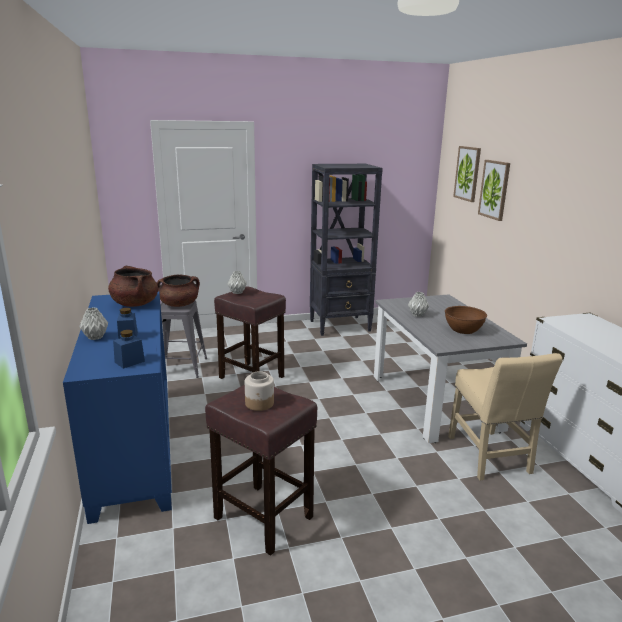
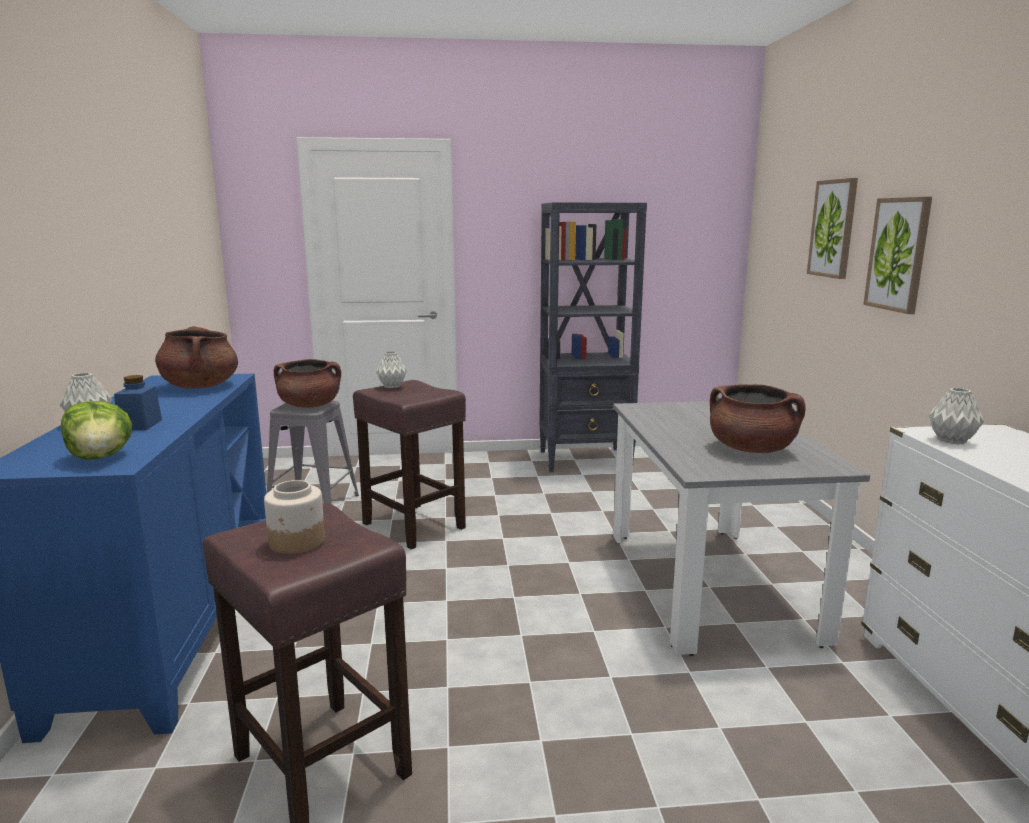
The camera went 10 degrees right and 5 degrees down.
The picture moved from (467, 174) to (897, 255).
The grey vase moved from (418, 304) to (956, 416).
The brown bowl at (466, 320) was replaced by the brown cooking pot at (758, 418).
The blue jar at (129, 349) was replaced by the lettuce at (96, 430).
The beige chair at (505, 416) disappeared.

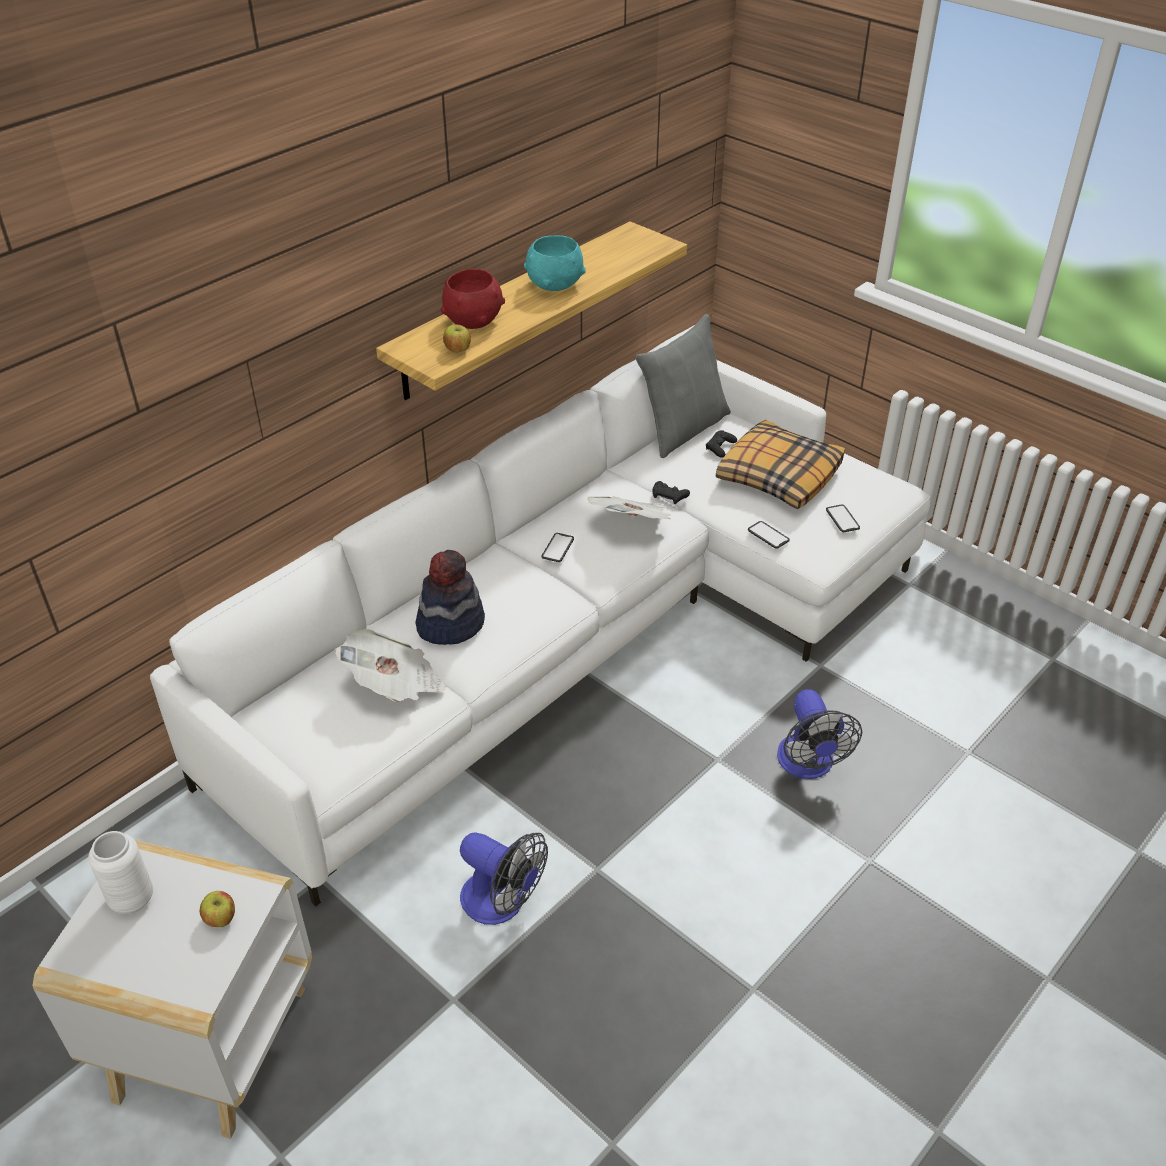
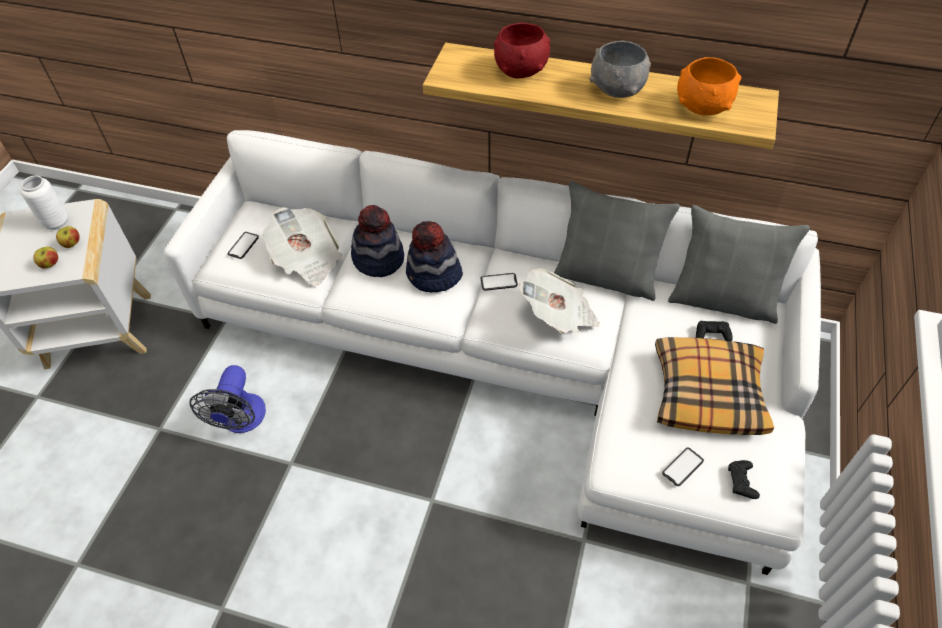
The camera went 65 degrees right and 10 degrees up.
The turquoise bowl at (555, 263) became the grey bowl at (620, 69).
The apple moved from (457, 339) to (68, 237).
The black game controller moved from (671, 492) to (744, 479).
The phone moved from (769, 535) to (243, 245).
The fan at (819, 734) disappeared.
The orange bowl at (709, 86) appeared.
The grey pillow at (617, 241) appeared.
The hat at (434, 256) appeared.

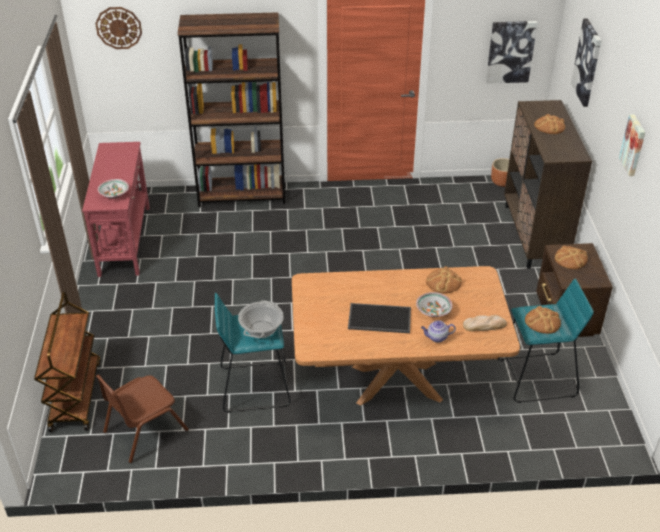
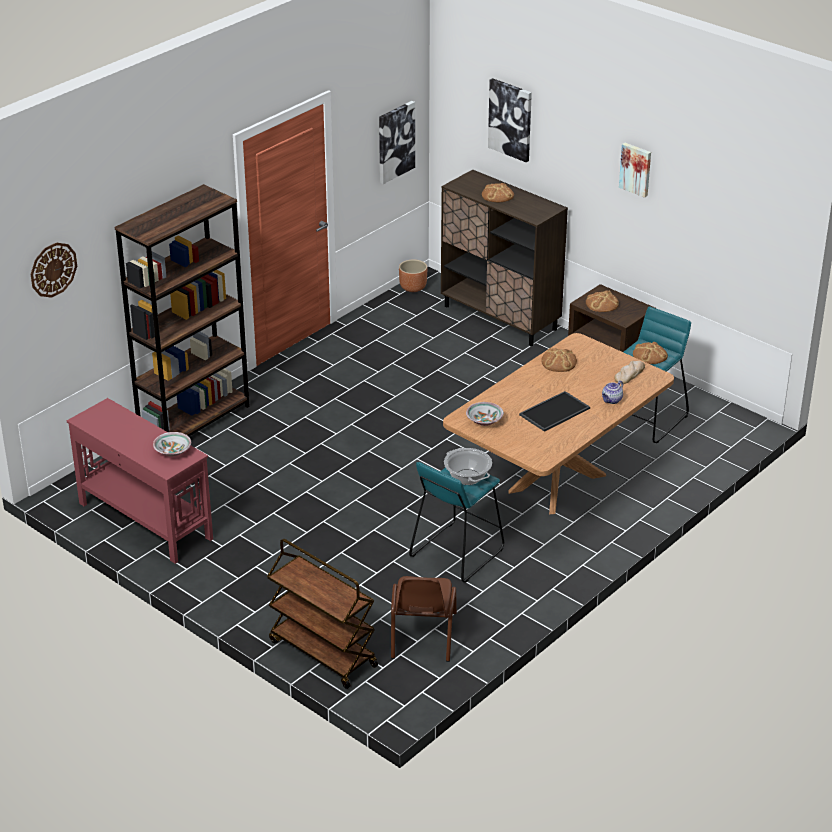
The camera went 45 degrees left and 5 degrees down.
The bowl moved from (434, 304) to (485, 414).

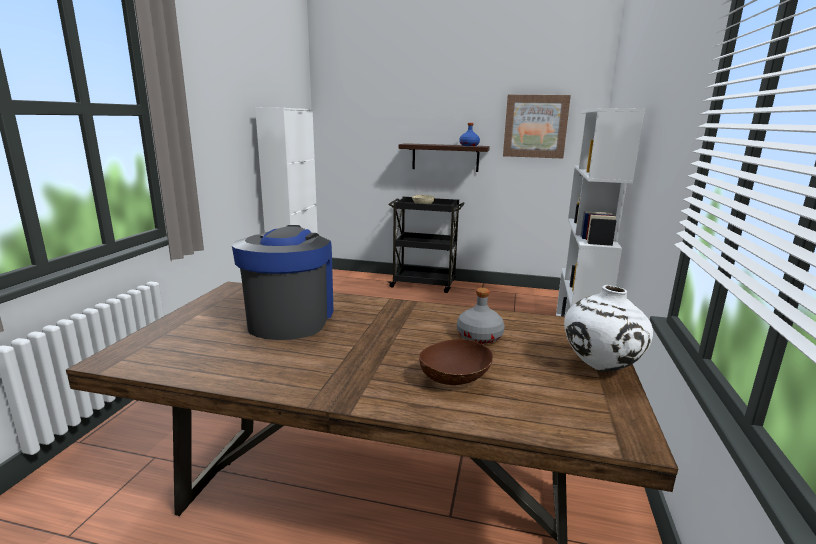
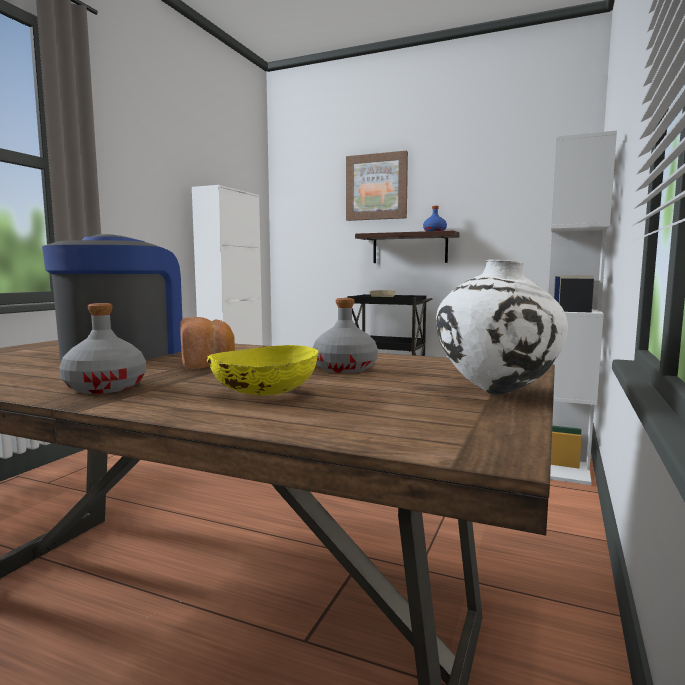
The camera went 10 degrees right and 10 degrees down.
The picture moved from (537, 127) to (377, 186).
The brown bowl at (456, 362) became the yellow bowl at (262, 370).
The grey bottle at (102, 348) appeared.
The bread at (207, 343) appeared.

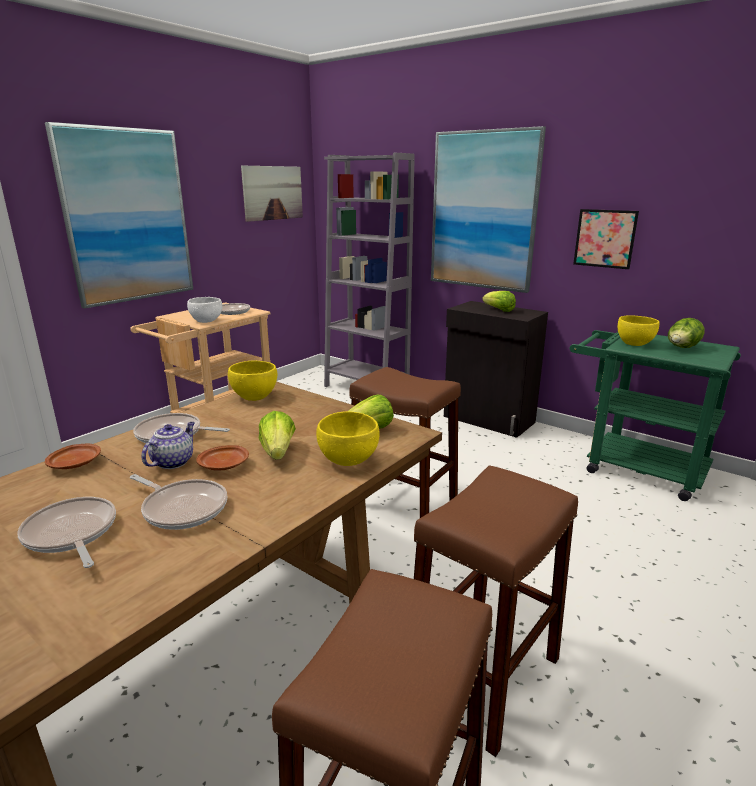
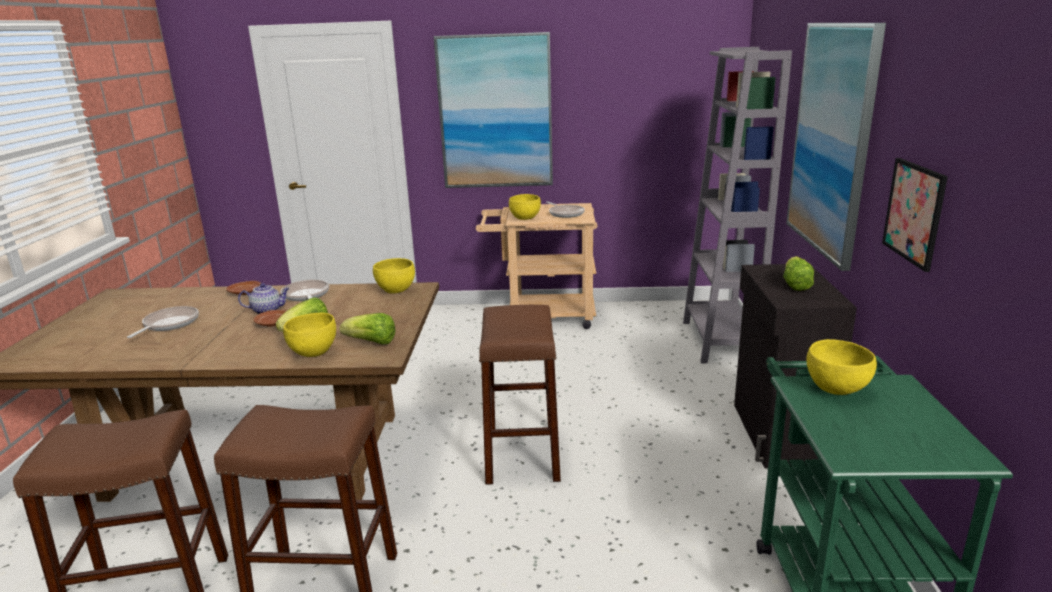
The camera went 55 degrees right and 0 degrees up.
The picture at (272, 193) disappeared.
The white bowl at (204, 310) became the yellow bowl at (525, 207).
The lettuce at (686, 333) disappeared.
The frying pan at (178, 502) disappeared.

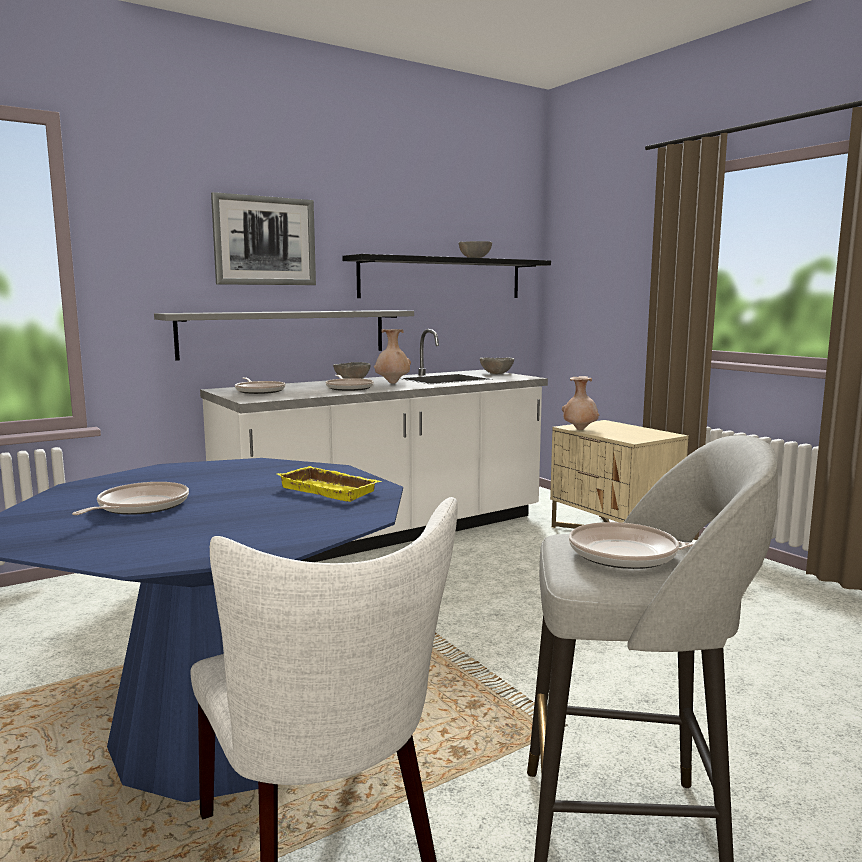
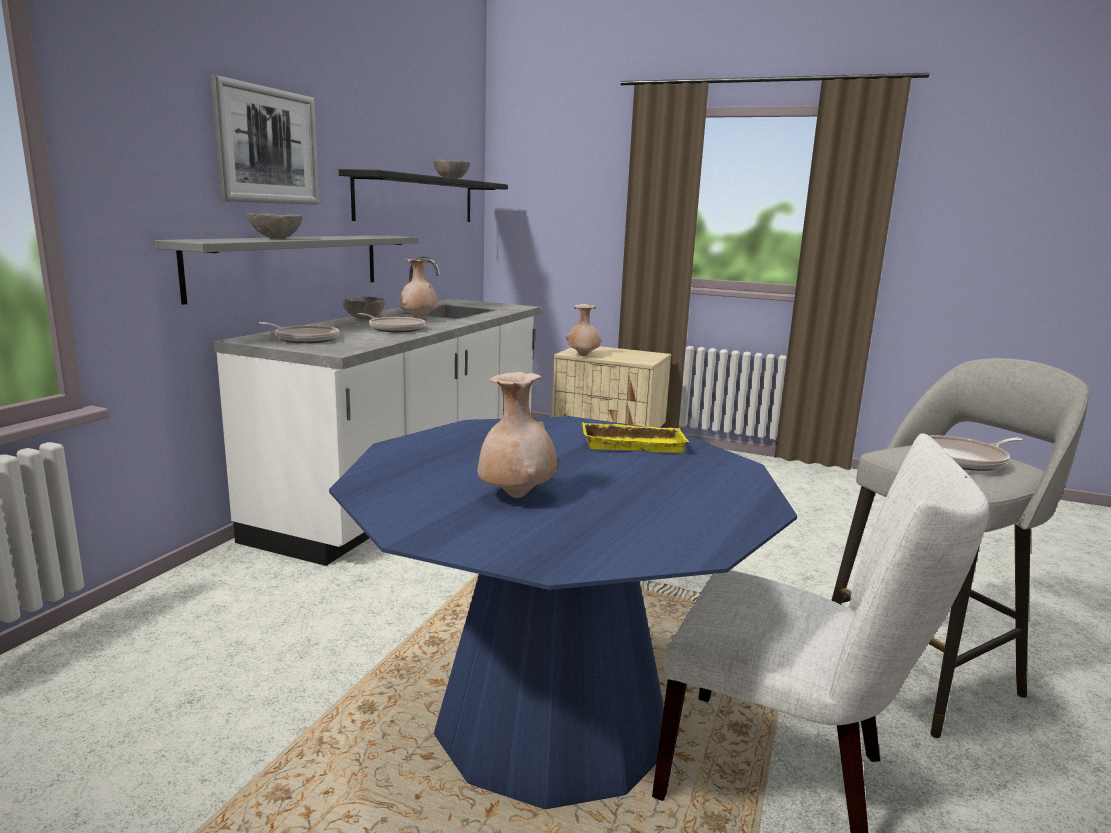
The camera went 35 degrees left and 5 degrees up.
The grey bowl moved from (497, 365) to (274, 225).
The frying pan at (130, 498) was replaced by the beige vase at (517, 435).

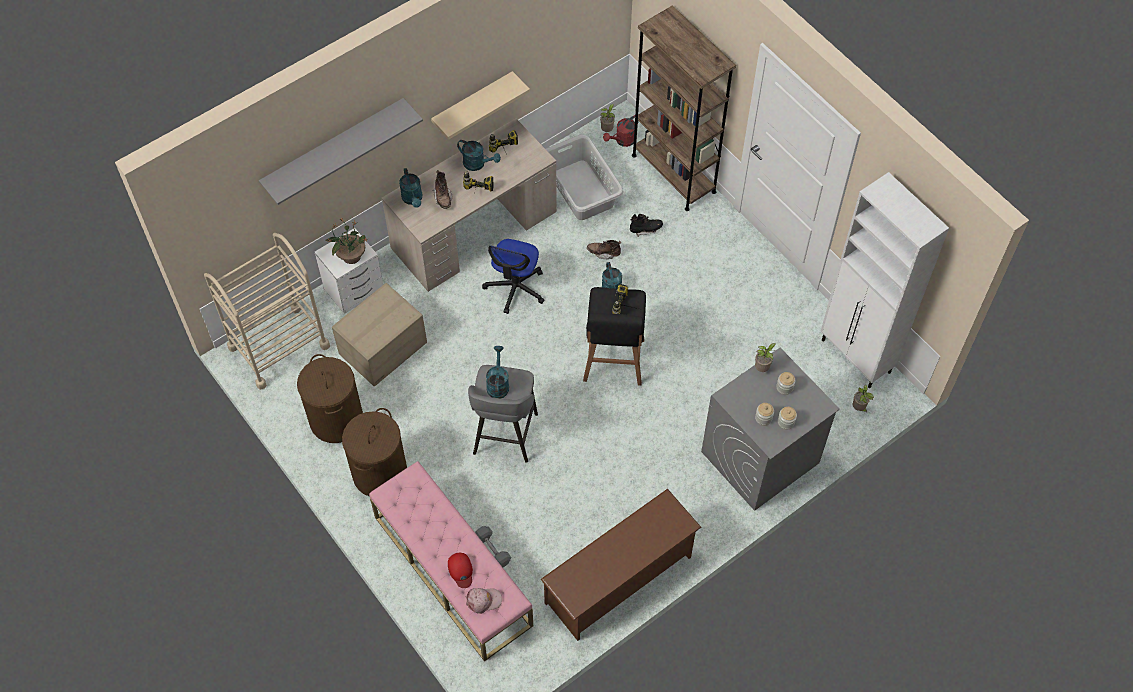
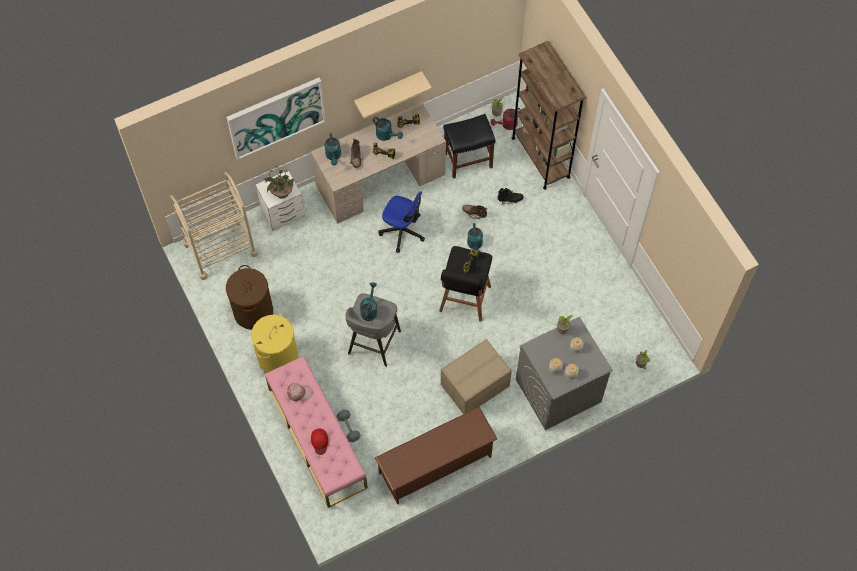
The camera went 10 degrees right and 5 degrees up.
The grey shelf at (341, 151) was replaced by the picture at (276, 119).
The grey laundry basket at (584, 177) was replaced by the black stool at (469, 146).
The white cabinet at (885, 280) disappeared.
The office chair at (513, 276) turned 90 degrees counterclockwise.
The cardboard box moved from (379, 335) to (476, 376).
The brown laundry basket at (374, 452) became the yellow laundry basket at (274, 343).
The pink cap moved from (484, 601) to (299, 392).

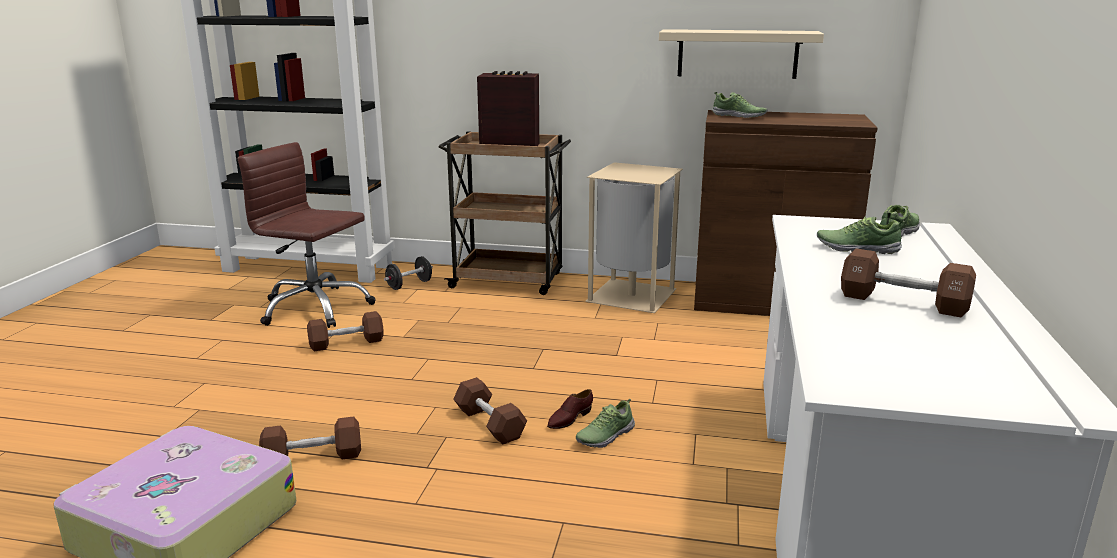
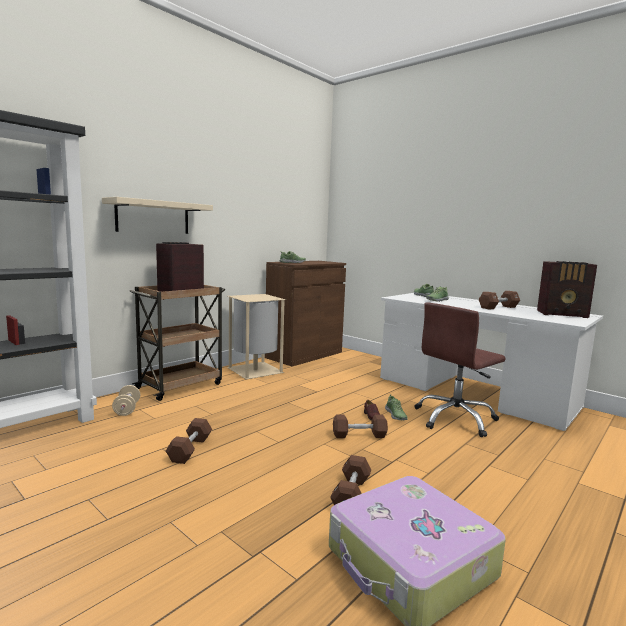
The camera went 60 degrees left and 10 degrees down.
The beige shelf moved from (741, 54) to (157, 215).
The brown office chair moved from (306, 235) to (460, 369).
The black dumbbell at (408, 273) became the beige dumbbell at (126, 400).
The radio at (567, 289) appeared.

